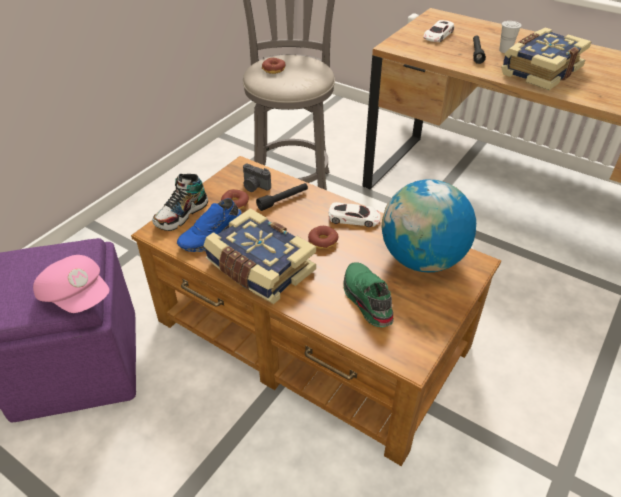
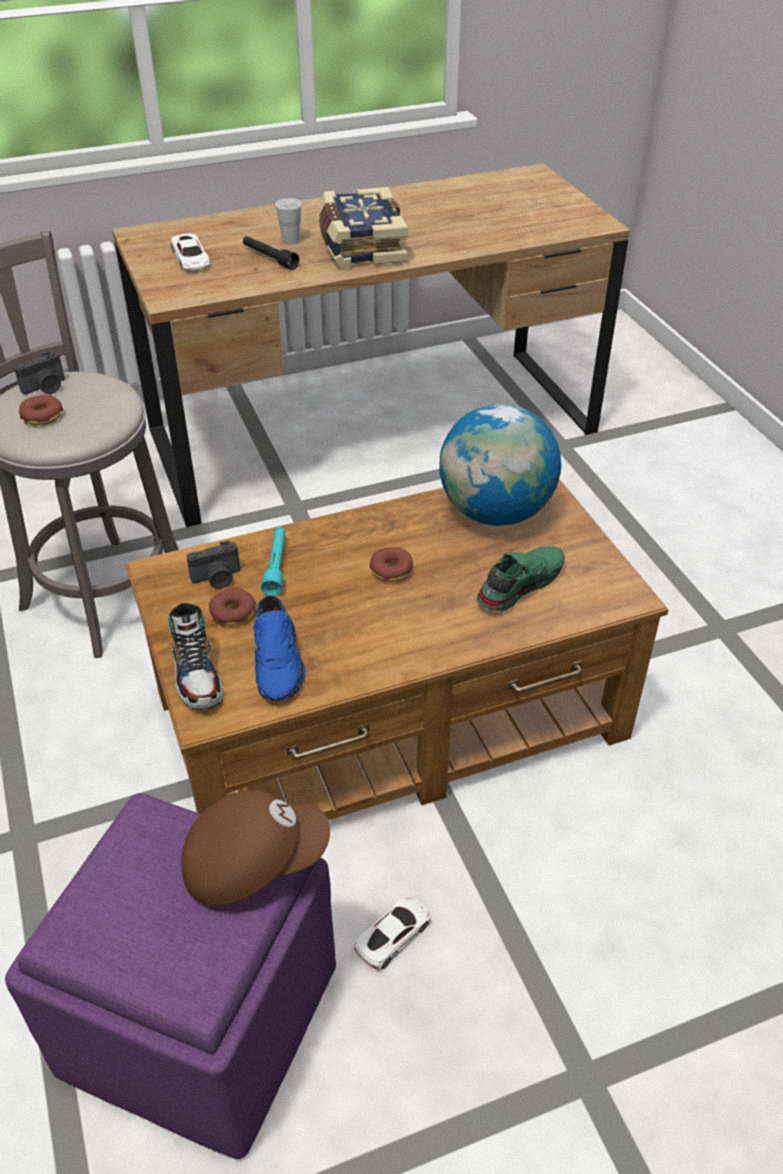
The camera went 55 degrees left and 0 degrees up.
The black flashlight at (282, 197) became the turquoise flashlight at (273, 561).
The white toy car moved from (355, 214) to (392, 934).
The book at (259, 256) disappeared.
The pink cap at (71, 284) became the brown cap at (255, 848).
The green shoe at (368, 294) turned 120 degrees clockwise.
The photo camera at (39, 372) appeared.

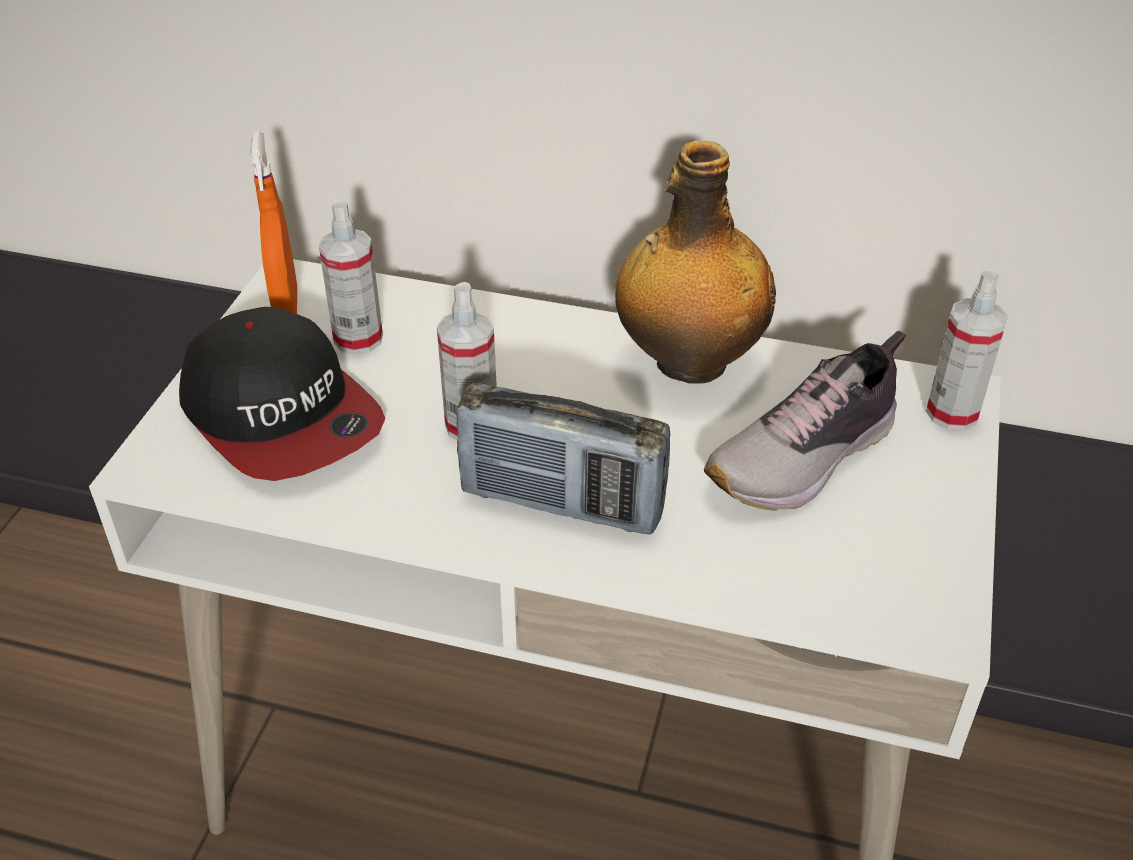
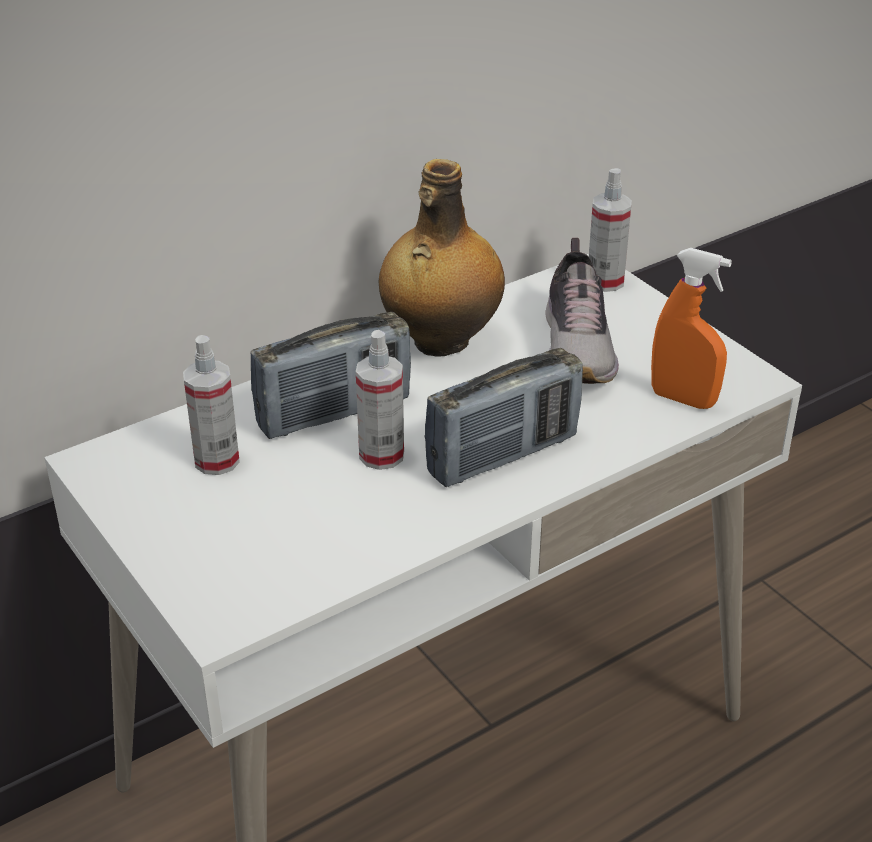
The camera went 50 degrees left and 5 degrees down.
The orange spray bottle moved from (273, 222) to (691, 328).
The cap at (282, 394) disappeared.
The radio at (331, 375) appeared.

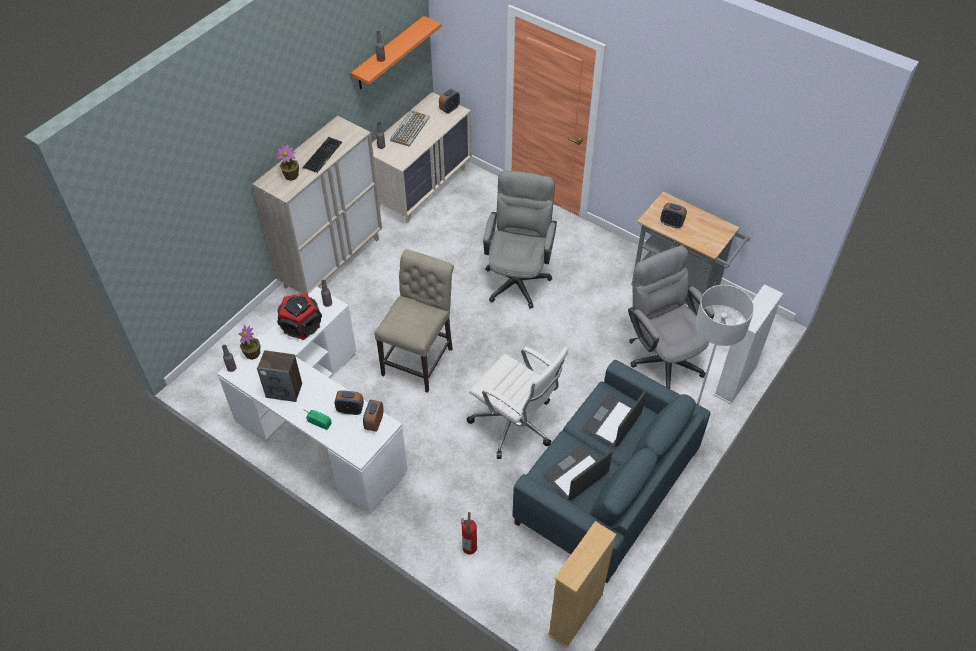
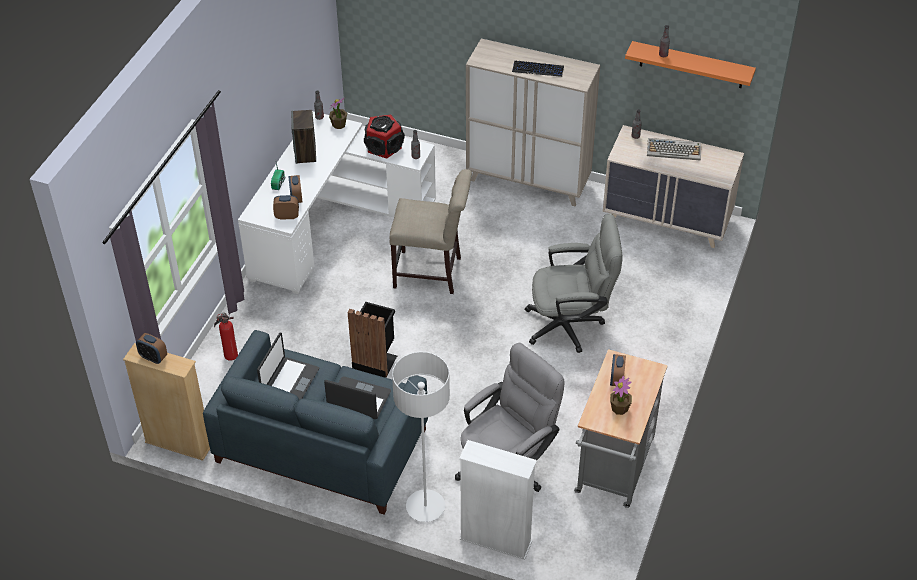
The camera went 75 degrees right and 5 degrees down.
The alarm clock moved from (449, 101) to (151, 348).
The potted plant moved from (288, 163) to (621, 395).
The white office chair at (517, 402) was replaced by the black trash can at (372, 340).
The laptop at (577, 472) turned 75 degrees clockwise.

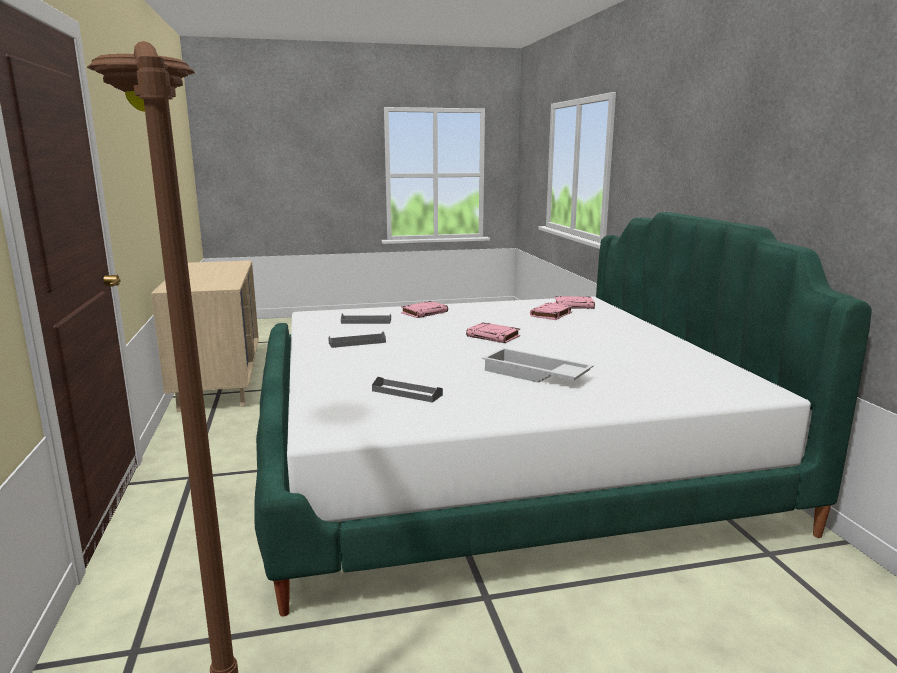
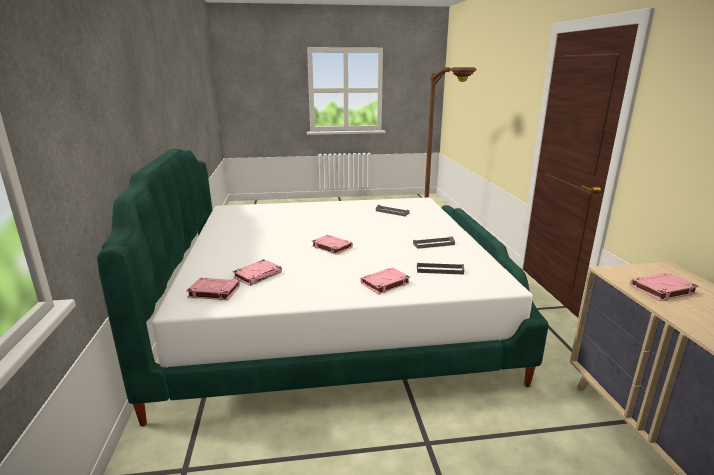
The camera went 175 degrees left and 5 degrees up.
The white tray at (537, 365) disappeared.
The pink book at (664, 286) appeared.

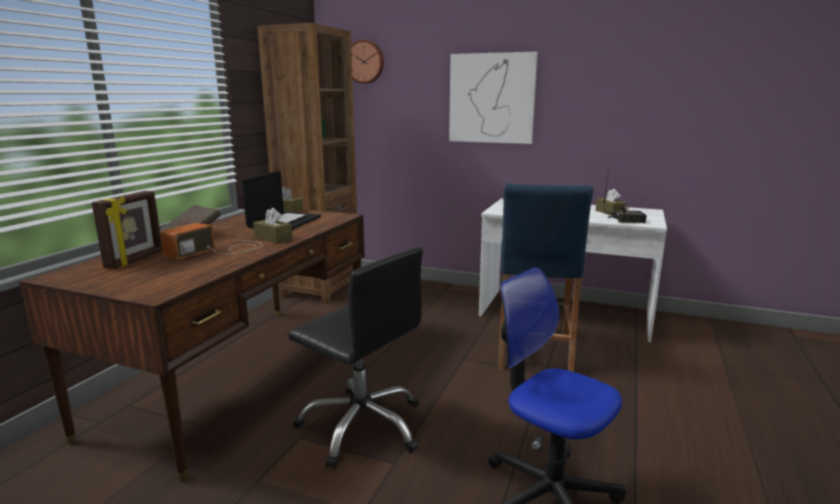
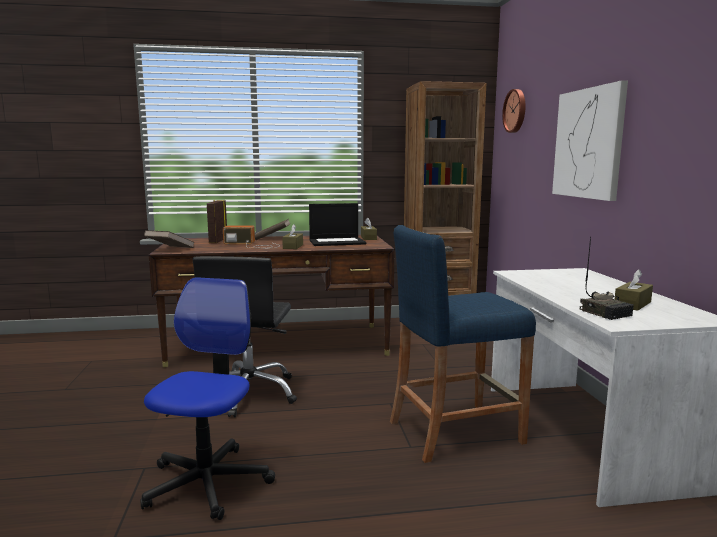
The camera went 60 degrees right and 5 degrees down.
The picture frame at (127, 230) turned 105 degrees clockwise.
The brown book at (169, 239) appeared.

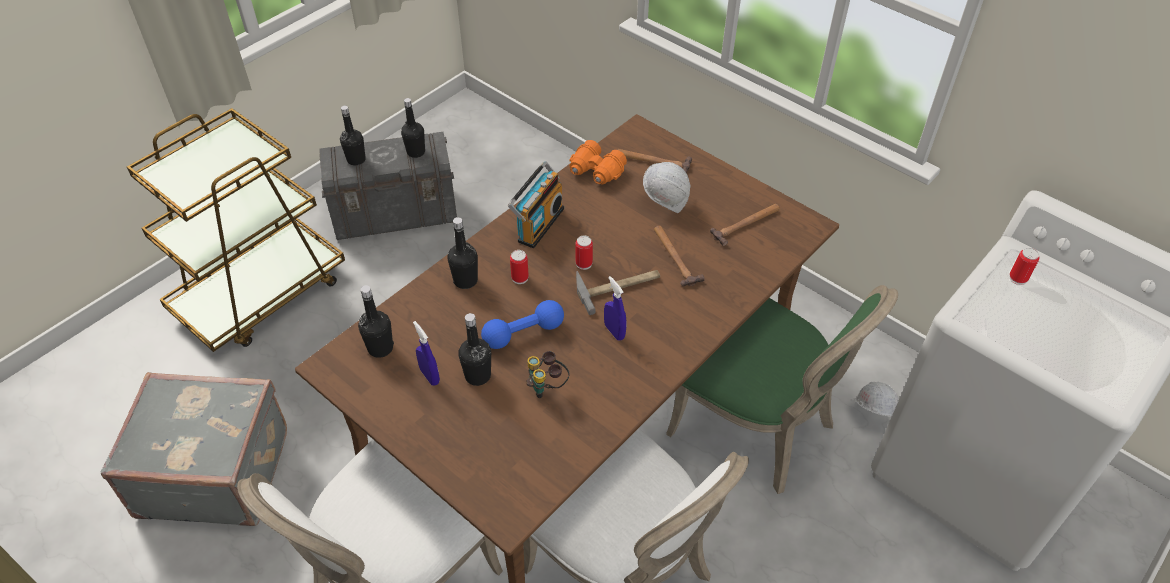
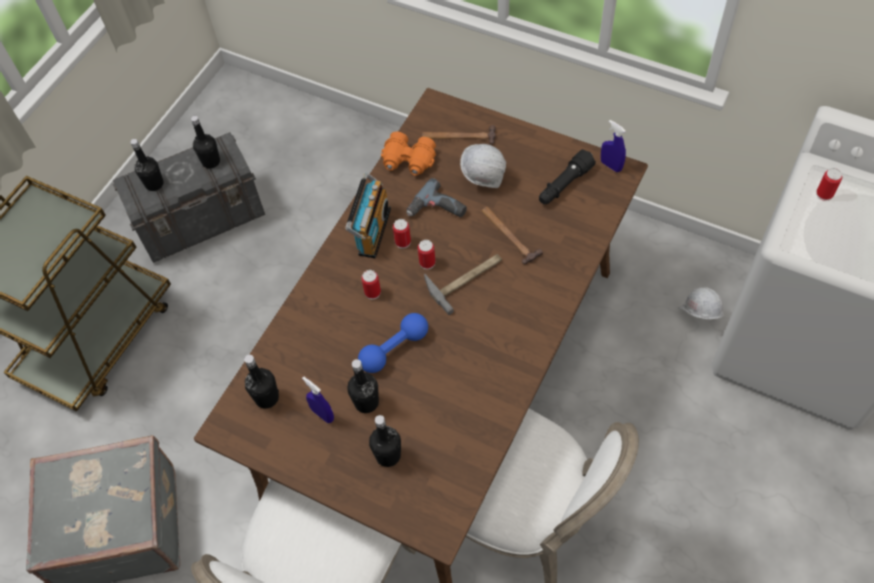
The camera went 10 degrees left and 10 degrees up.
The hammer at (745, 225) was replaced by the black flashlight at (567, 176).
The black bottle moved from (462, 253) to (385, 441).
The blue spray bottle moved from (615, 308) to (613, 146).
The green chair at (782, 389) disappeared.
The binoculars at (548, 374) disappeared.
The power drill at (437, 197) appeared.
The can at (402, 234) appeared.

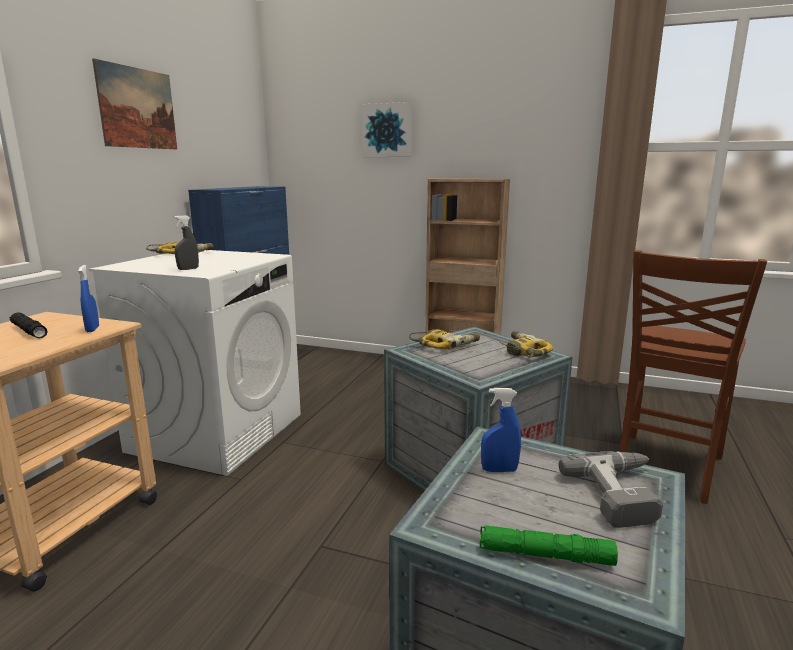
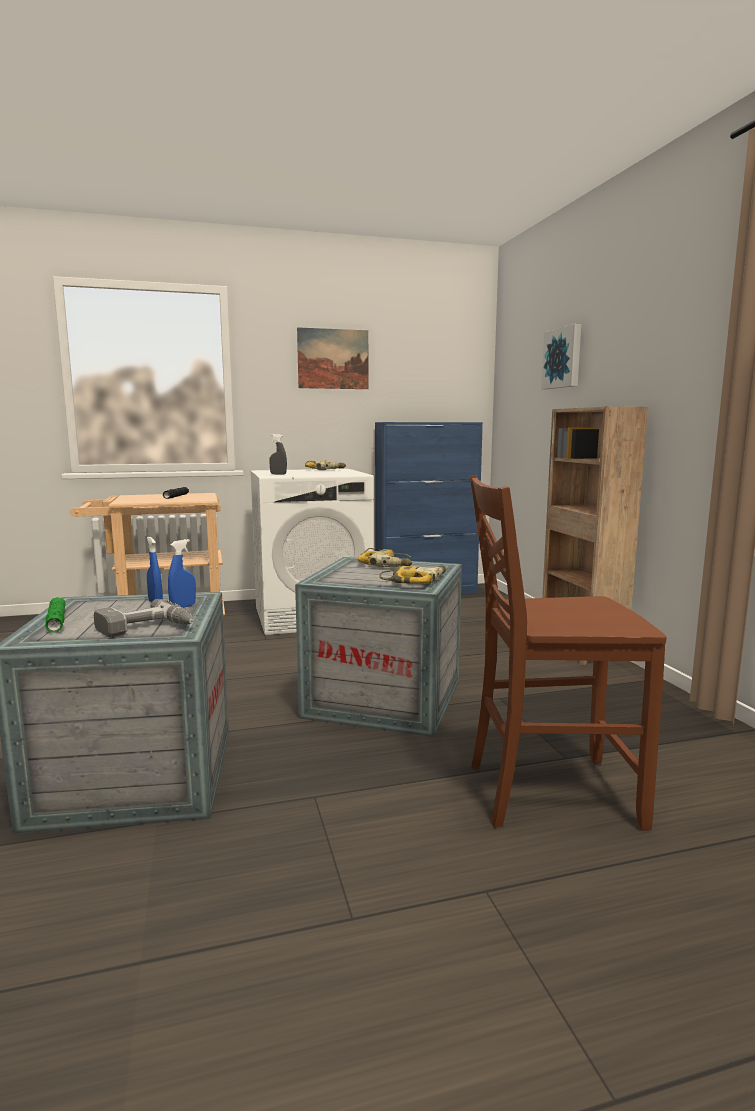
The camera went 55 degrees right and 5 degrees down.
The blue spray bottle moved from (88, 298) to (182, 573).

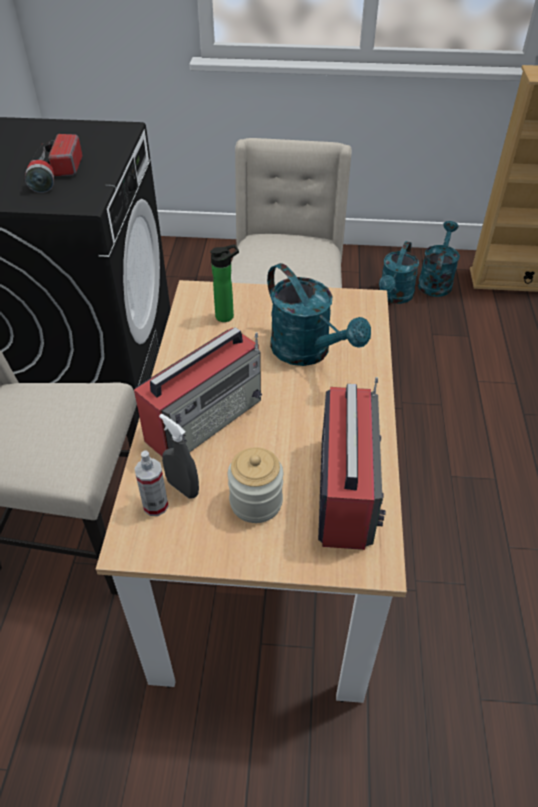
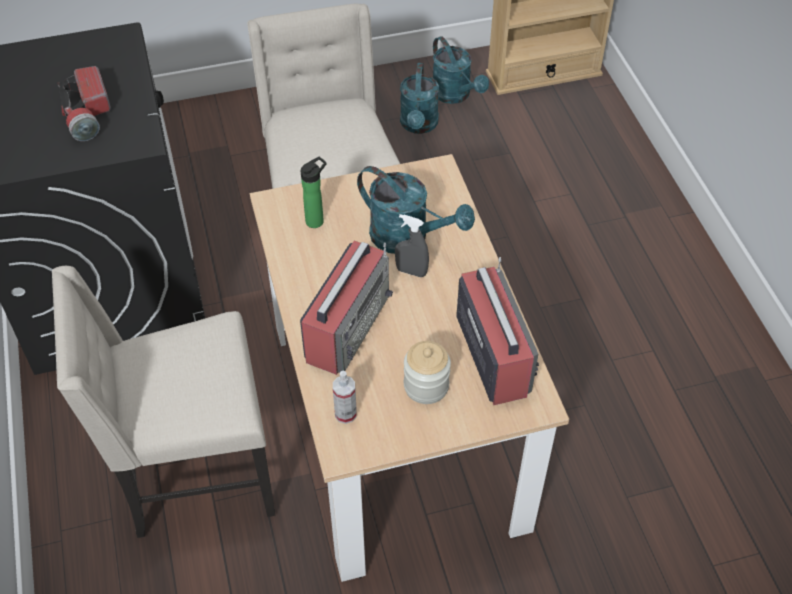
The camera went 20 degrees left and 5 degrees up.
The turquoise watering can at (439, 259) turned 150 degrees clockwise.
The grey spray bottle moved from (179, 456) to (412, 245).

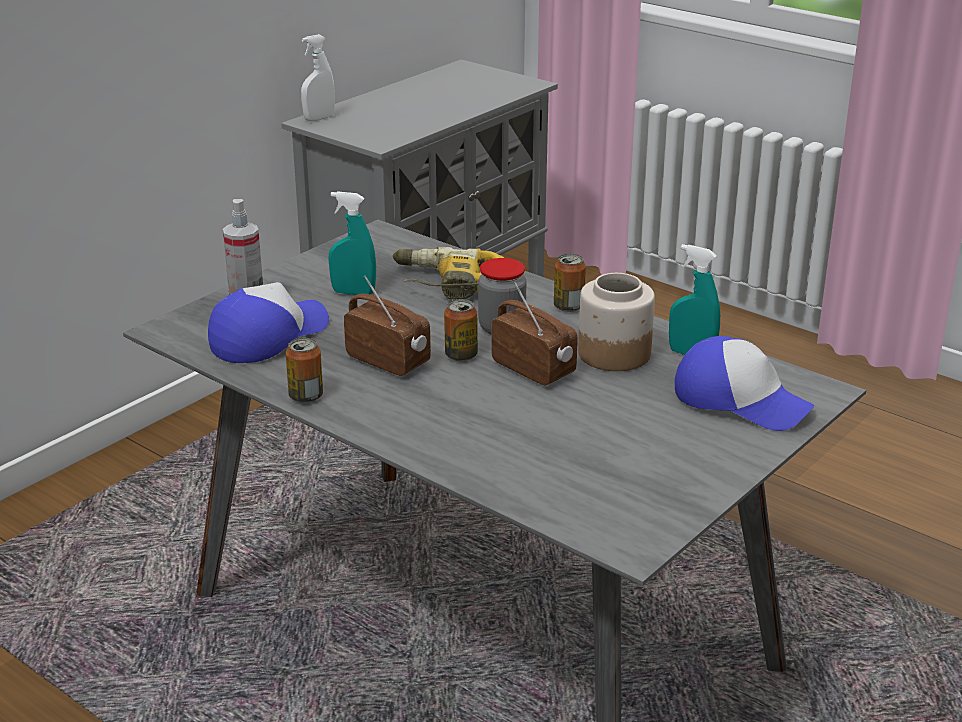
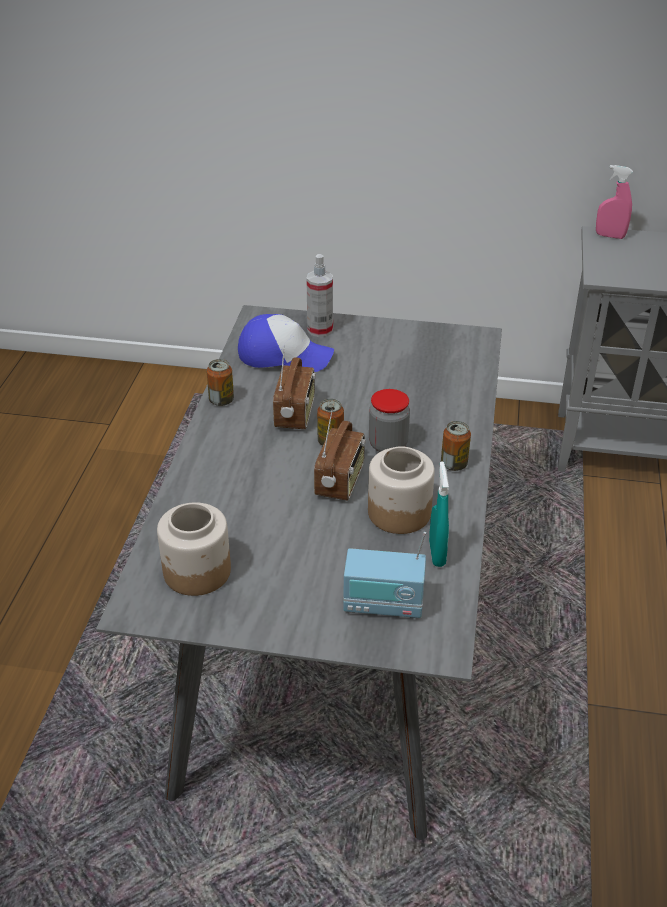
The camera went 60 degrees right and 10 degrees up.
The white spray bottle at (318, 77) became the pink spray bottle at (614, 202).
The turquoise spray bottle at (352, 243) disappeared.
The power drill at (448, 273) disappeared.
The cap at (745, 383) was replaced by the radio at (384, 575).
The jar at (194, 549) appeared.

